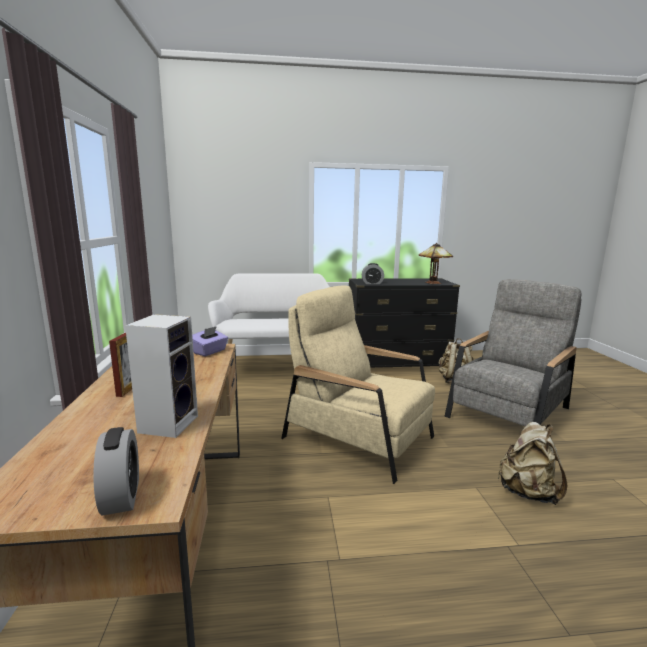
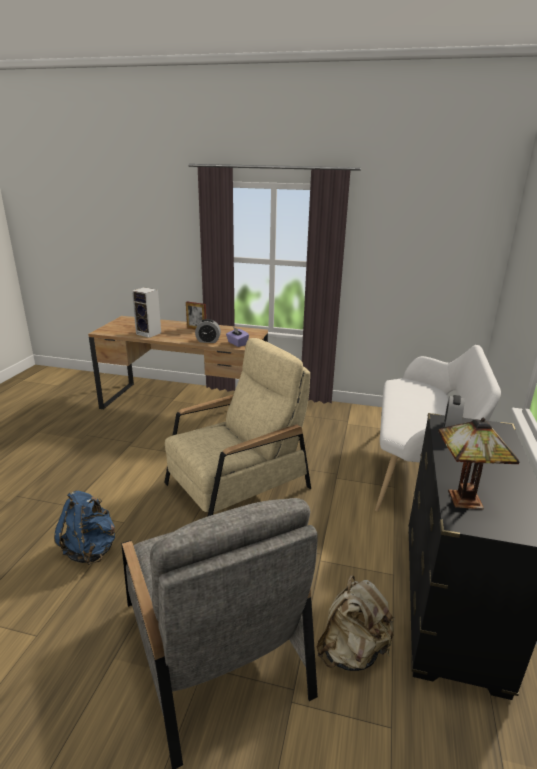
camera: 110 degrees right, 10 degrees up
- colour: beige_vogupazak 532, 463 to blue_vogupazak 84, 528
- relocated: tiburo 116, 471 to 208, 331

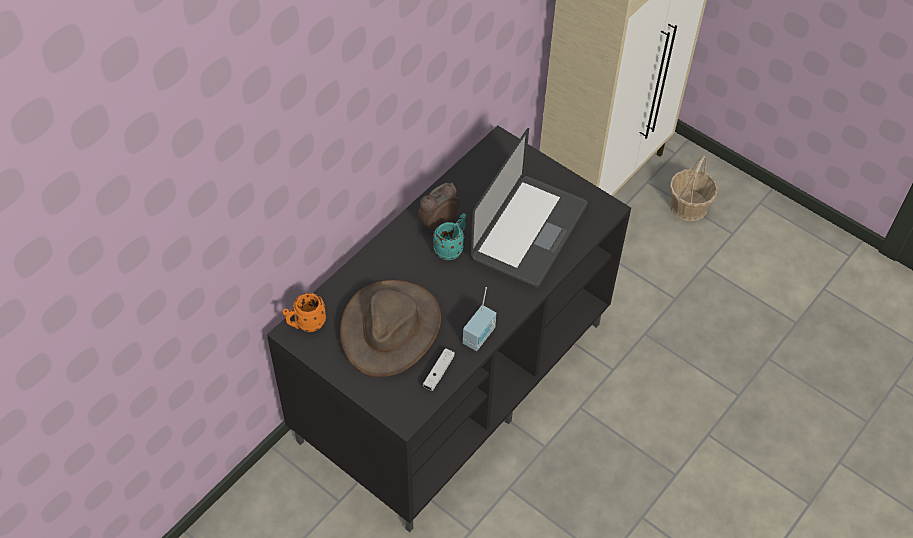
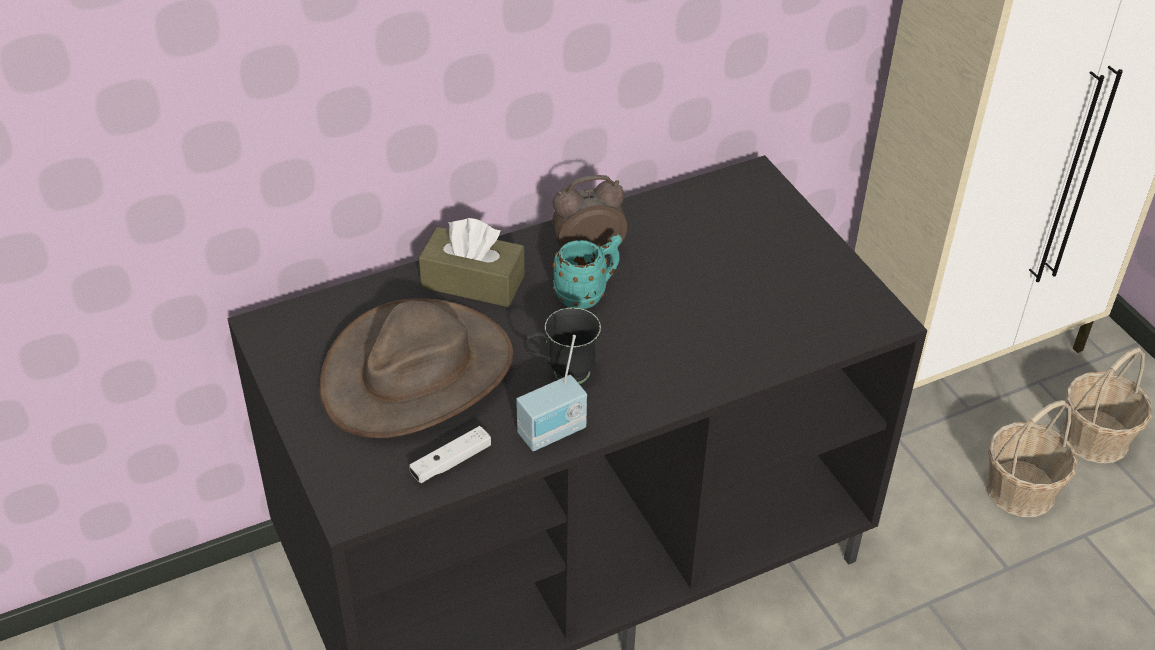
camera: 25 degrees right, 10 degrees down
- missing: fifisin 529, 208
- missing: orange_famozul 304, 312
- appeared: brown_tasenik 472, 262
- appeared: black_famozul 562, 345
- appeared: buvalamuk 1031, 458

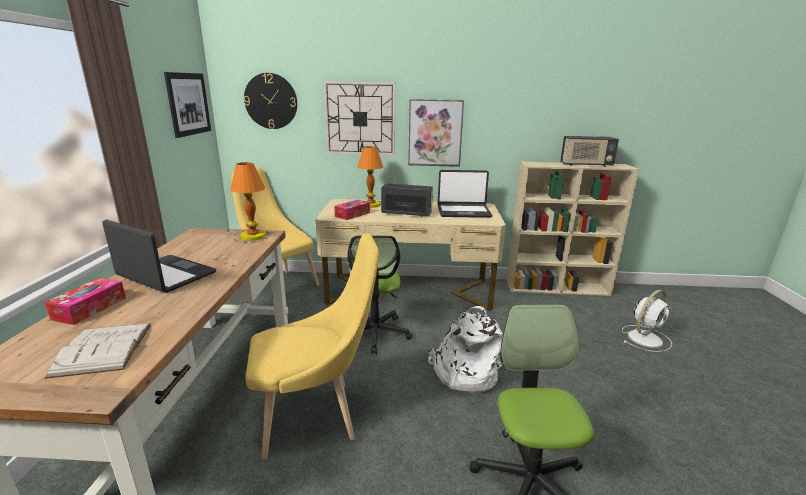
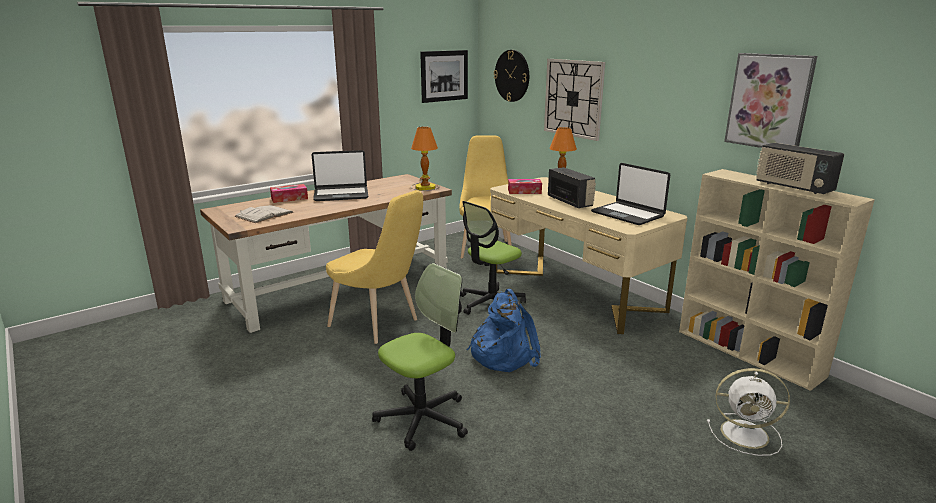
camera: 50 degrees right, 0 degrees up
- relocated: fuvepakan 436, 133 to 770, 100
- spun: fifisin 159, 256 = 340, 175 90 degrees clockwise
- colour: white_vogupazak 465, 349 to blue_vogupazak 504, 330

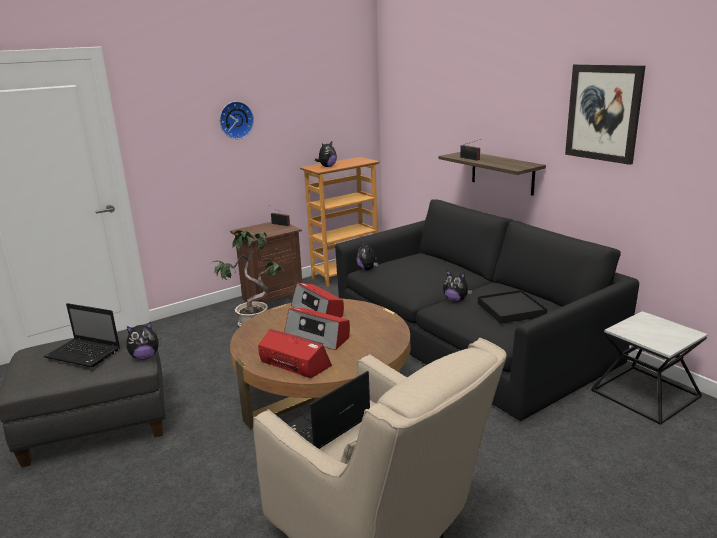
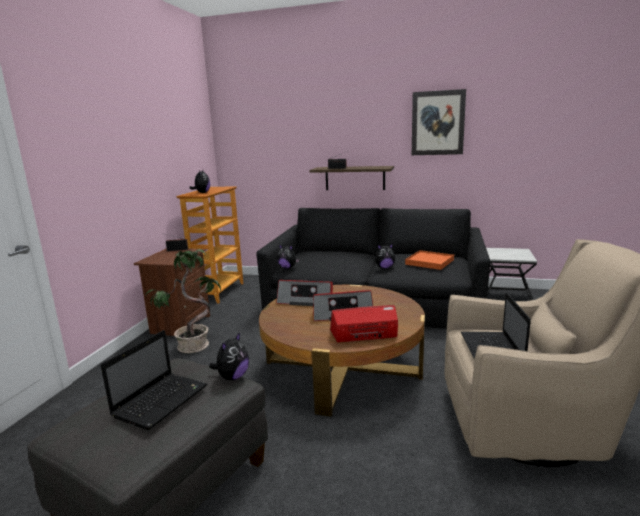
camera: 40 degrees left, 5 degrees down
- missing: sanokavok 236, 120
- colour: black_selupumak 512, 307 to orange_selupumak 429, 260
- spun: fifisin 82, 335 = 154, 380 45 degrees counterclockwise

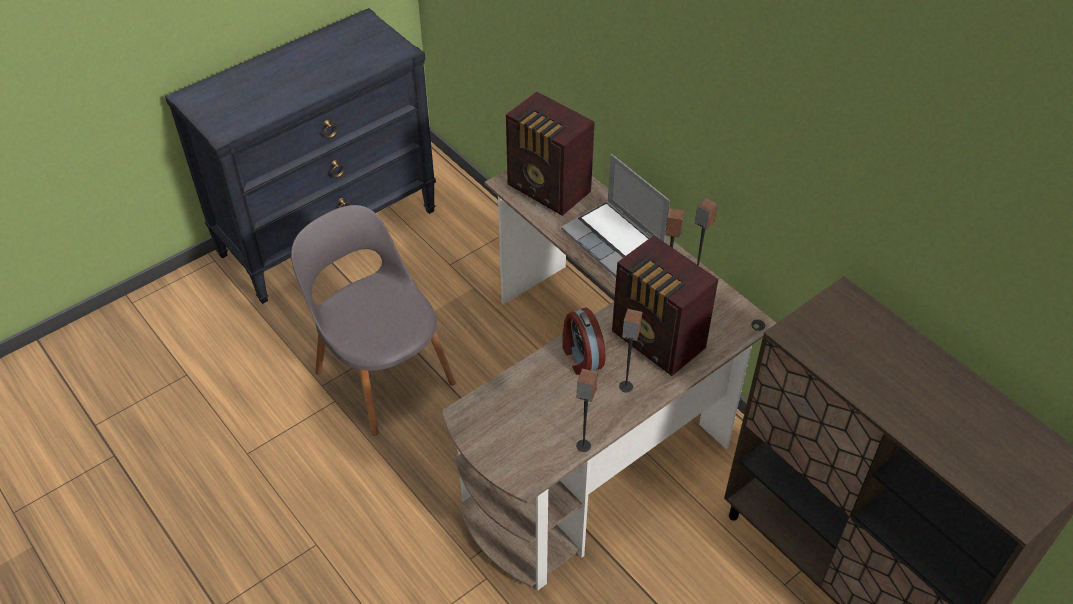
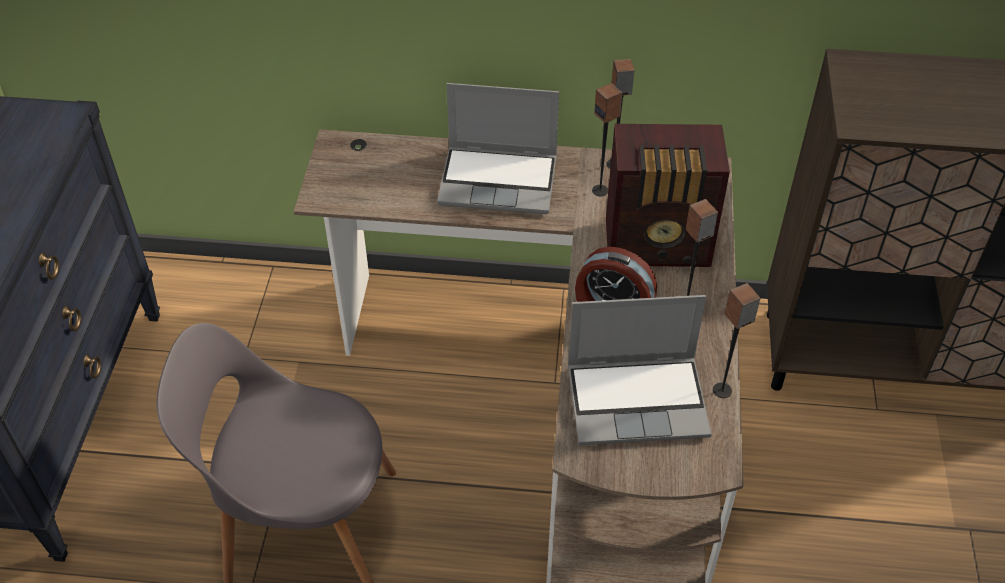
camera: 45 degrees left, 0 degrees up
- missing: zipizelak 550, 153
- appeared: fifisin 640, 370

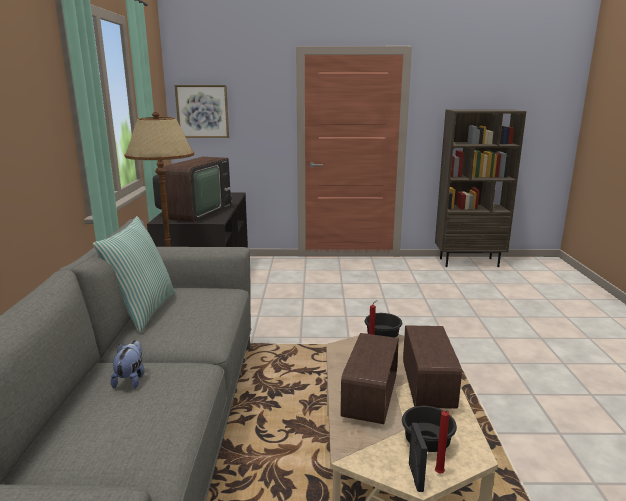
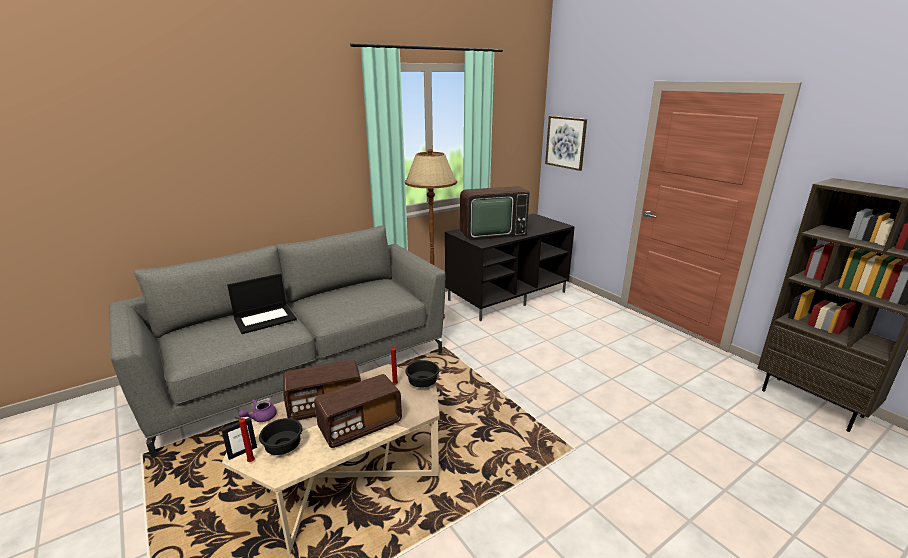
camera: 55 degrees right, 5 degrees up
- missing: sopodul 134, 274
- exchanged: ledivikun 128, 364 to fifisin 262, 303
- appeared: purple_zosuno 257, 410

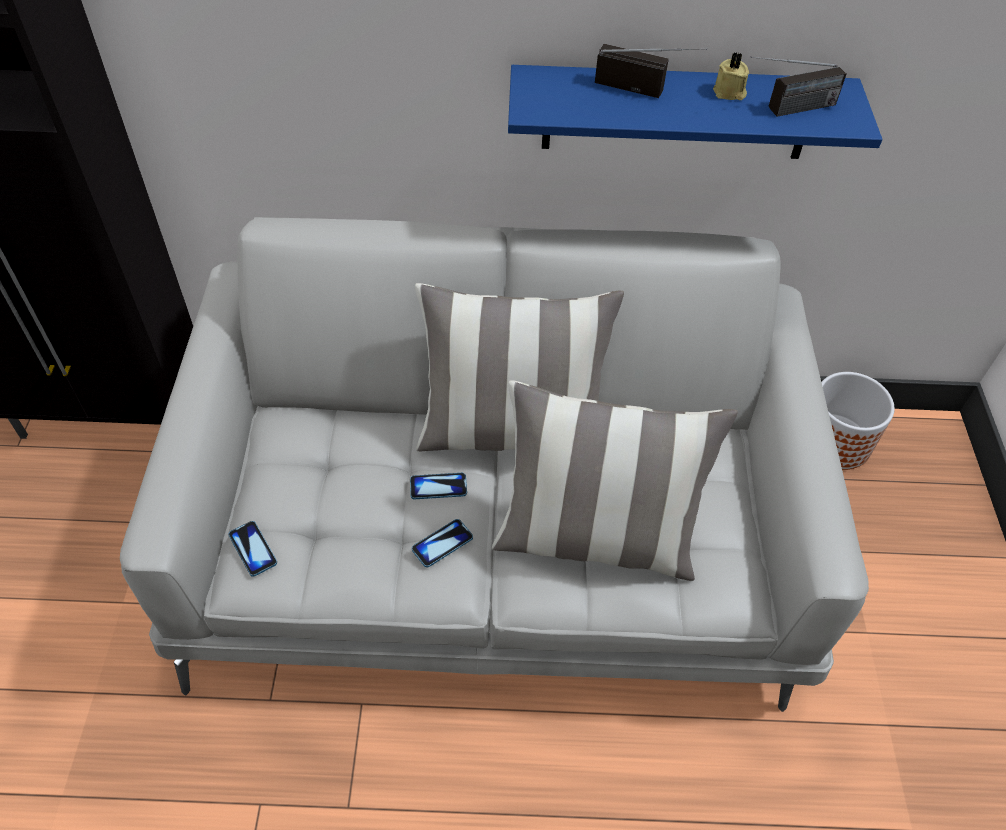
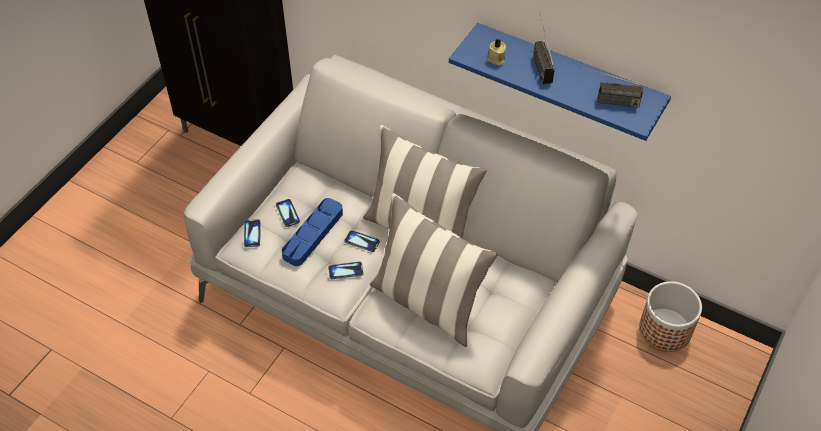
camera: 30 degrees right, 0 degrees up
- spun: zipizelak 651, 71 = 544, 49 150 degrees counterclockwise
- relocated: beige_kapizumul 731, 76 to 496, 52
- appeared: blue_selupumak 312, 232
- appeared: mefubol 288, 213

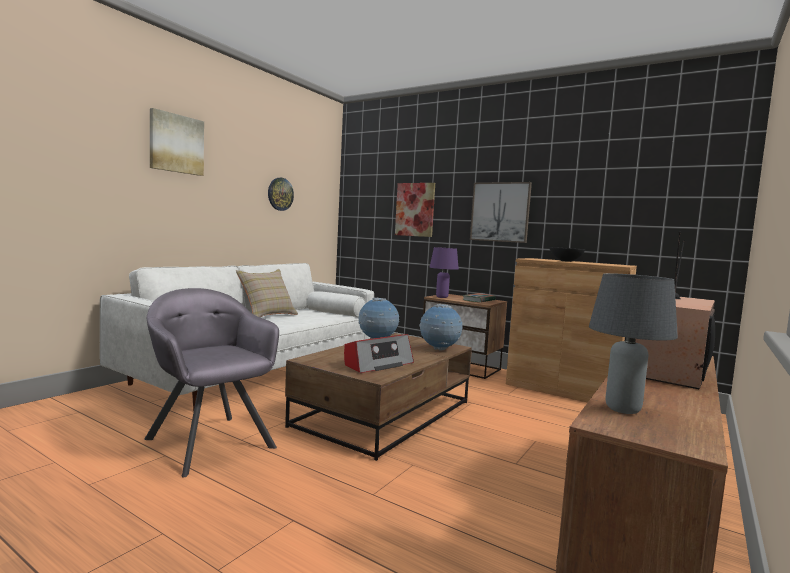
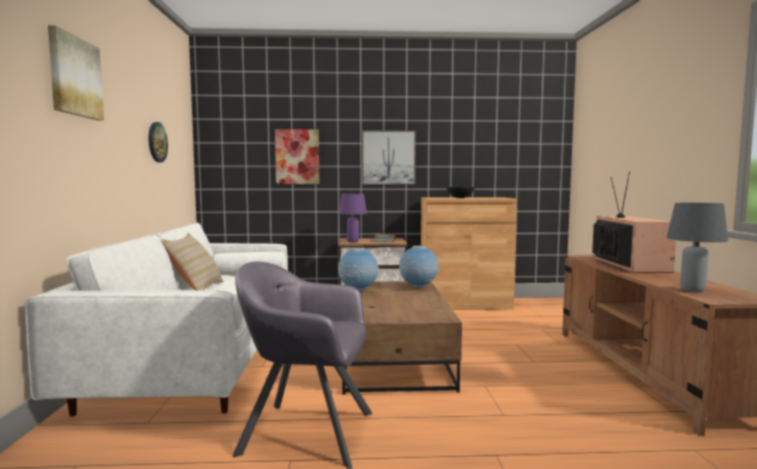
camera: 35 degrees left, 0 degrees up
- missing: zipizelak 379, 353

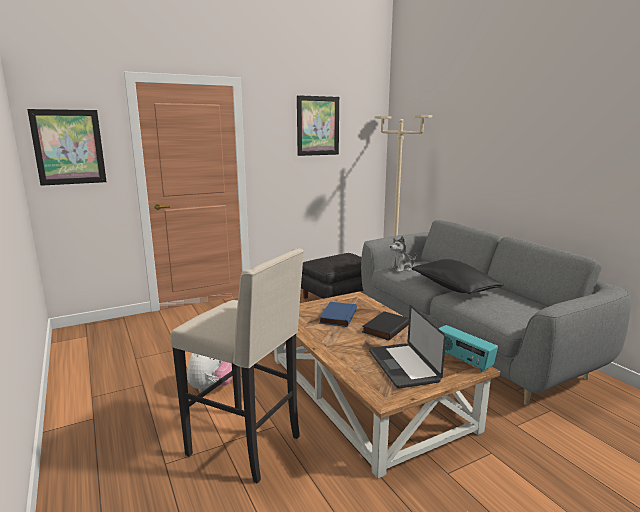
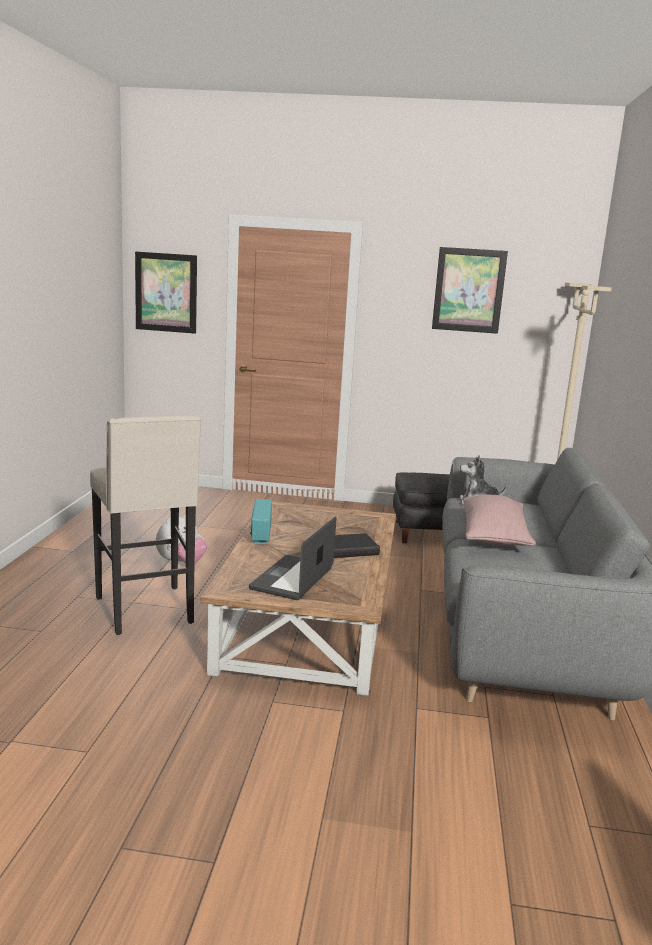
camera: 35 degrees right, 0 degrees up
- colour: black_sopodul 458, 276 to pink_sopodul 499, 520
- missing: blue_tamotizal 338, 314
- relocated: zipizelak 468, 348 to 261, 521

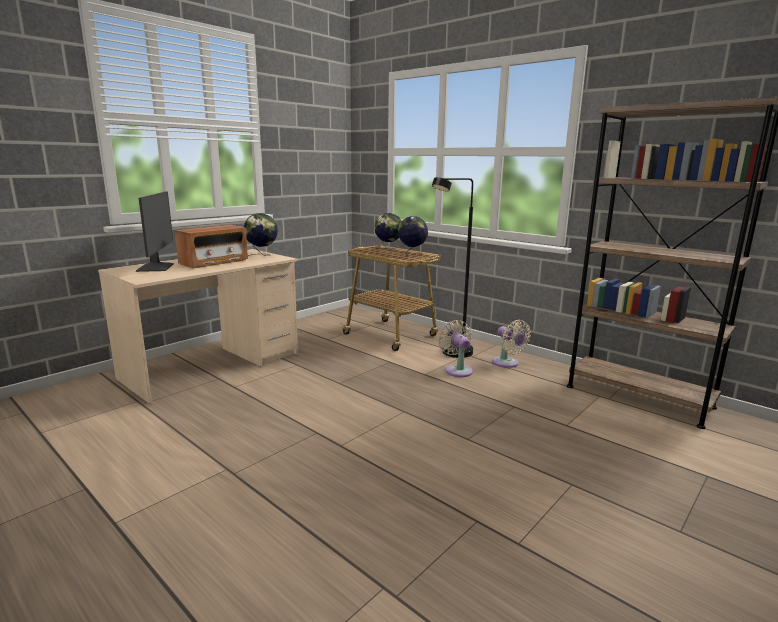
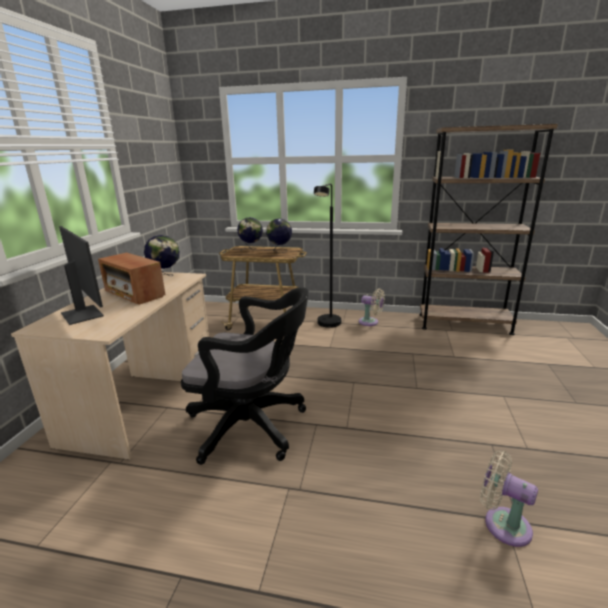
camera: 30 degrees left, 5 degrees up
- spun: zipizelak 211, 247 = 132, 279 120 degrees clockwise
- relocated: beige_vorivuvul 455, 348 to 509, 498
- appeared: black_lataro 245, 376

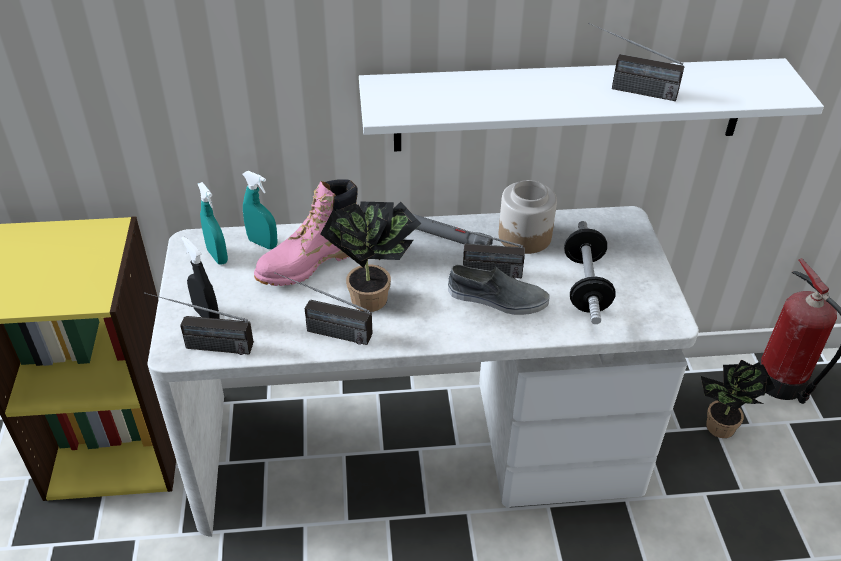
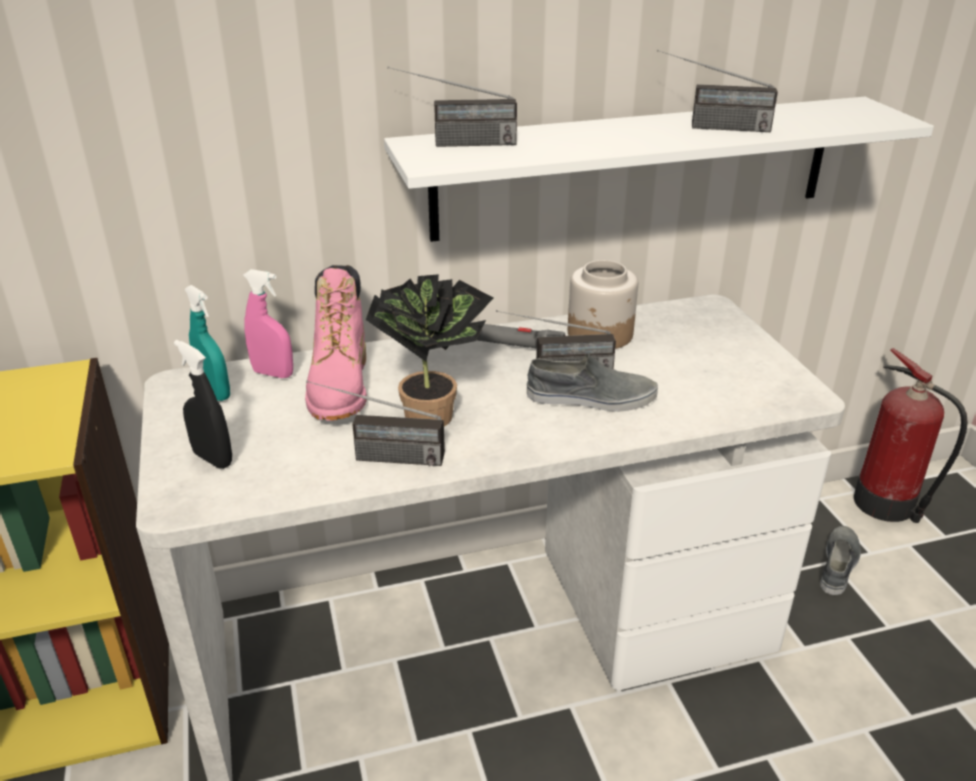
camera: 10 degrees left, 10 degrees down
- colour: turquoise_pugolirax 260, 210 to pink_pugolirax 268, 323
- spun: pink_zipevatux 305, 232 = 336, 343 45 degrees counterclockwise
- missing: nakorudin 589, 272
- relocated: zipizelak 199, 324 to 452, 107
- exchanged: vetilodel 738, 399 to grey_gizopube 840, 560

